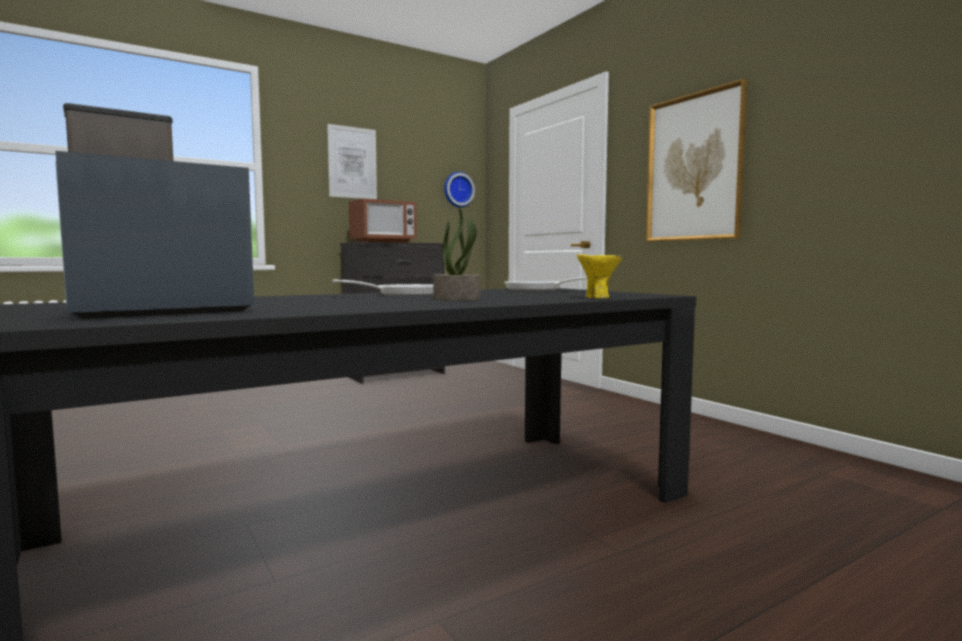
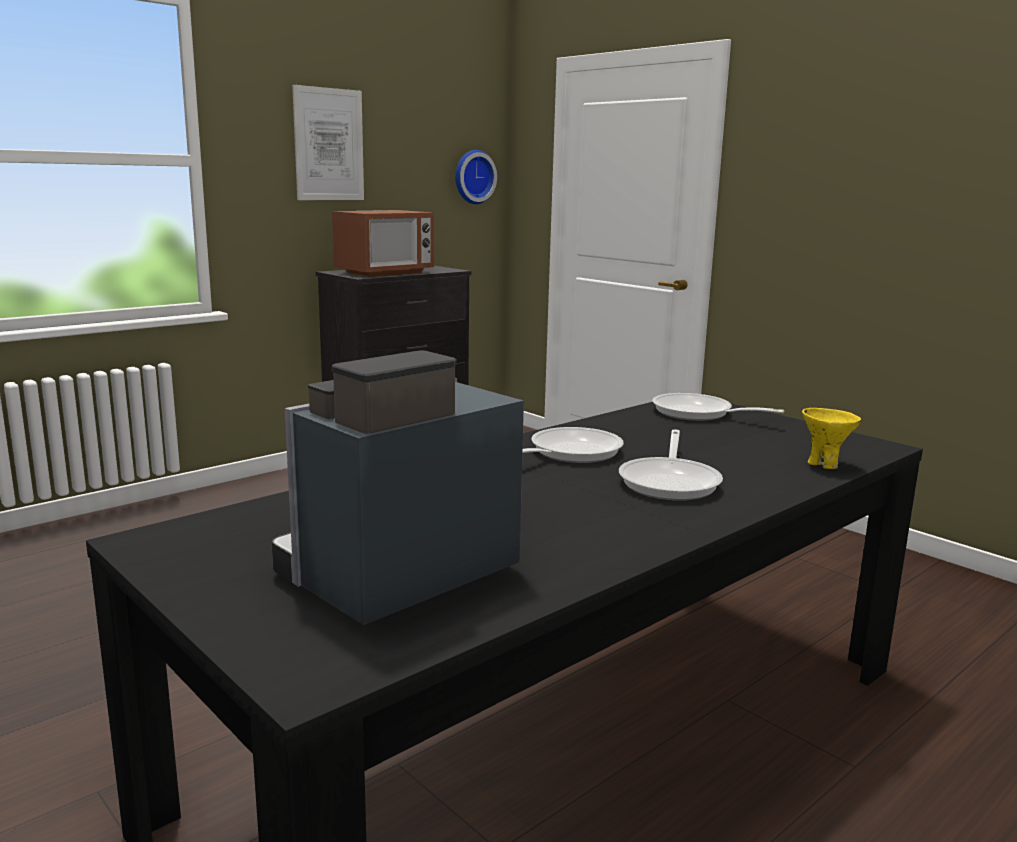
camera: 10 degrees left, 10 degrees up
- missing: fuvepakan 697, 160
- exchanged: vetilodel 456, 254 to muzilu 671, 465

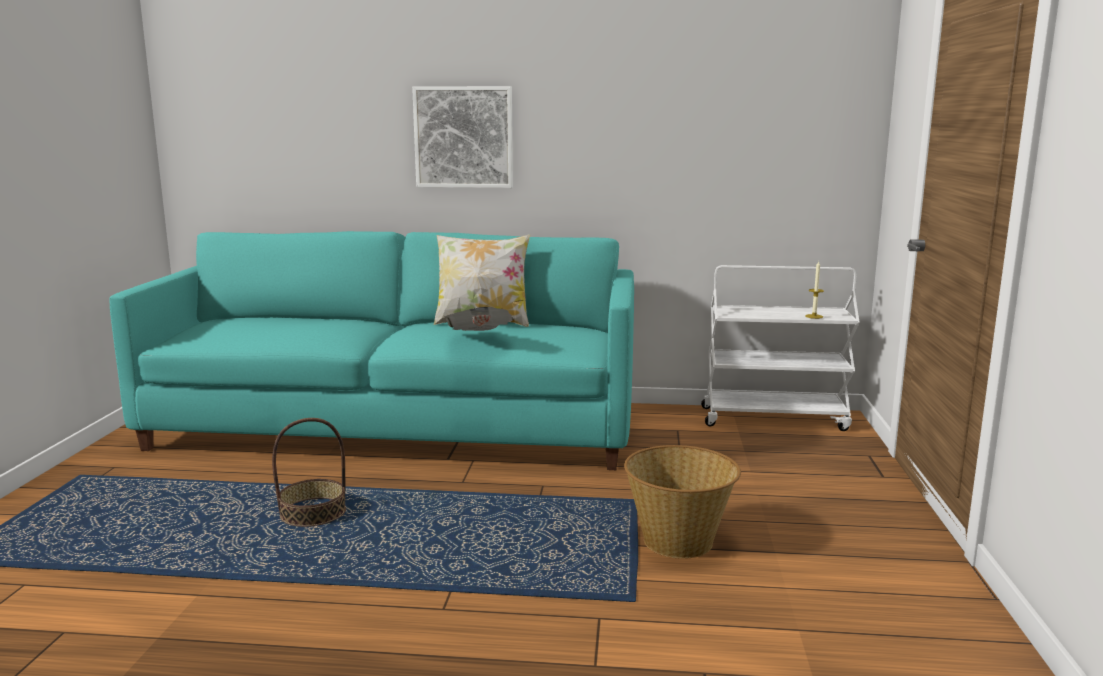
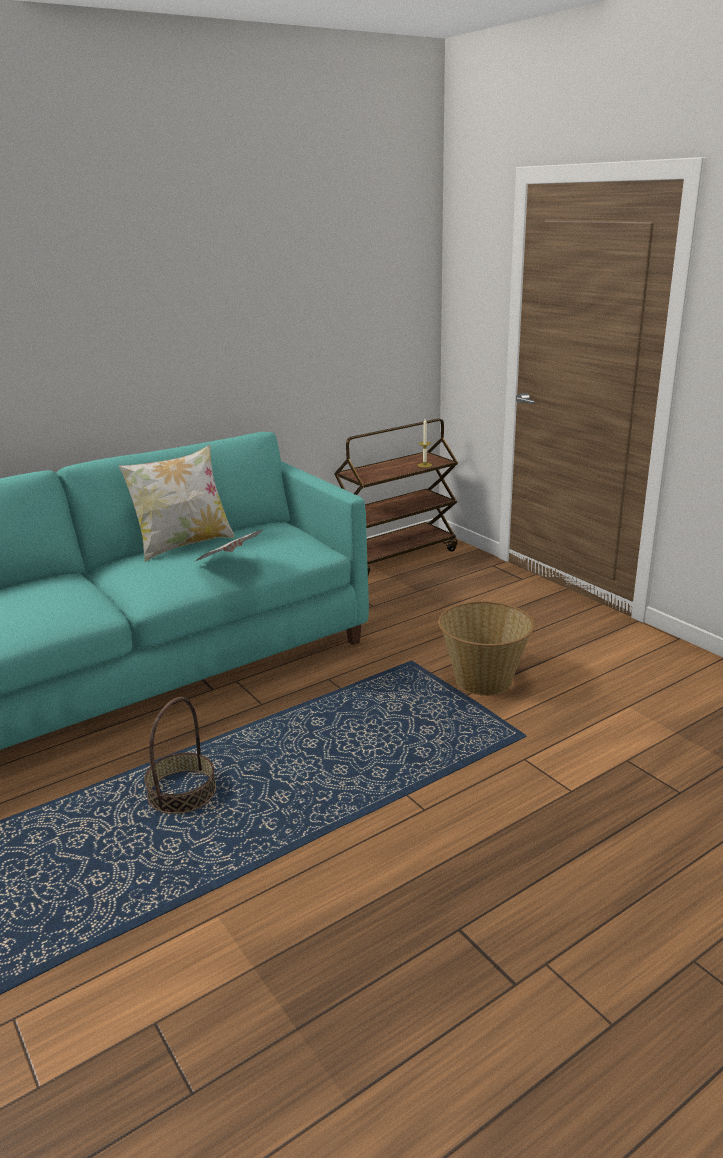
camera: 40 degrees left, 10 degrees up
- missing: fuvepakan 462, 137
- colour: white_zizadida 780, 348 to brown_zizadida 396, 497

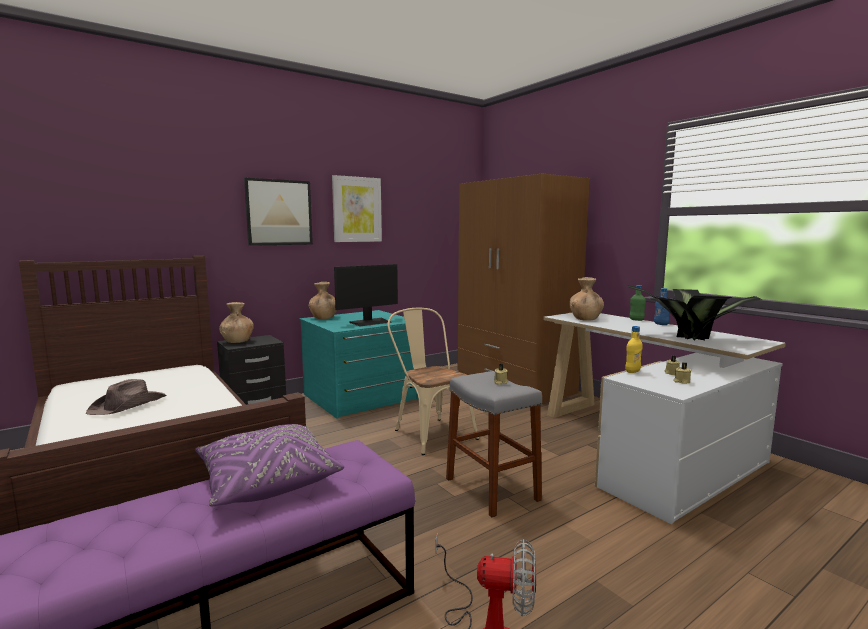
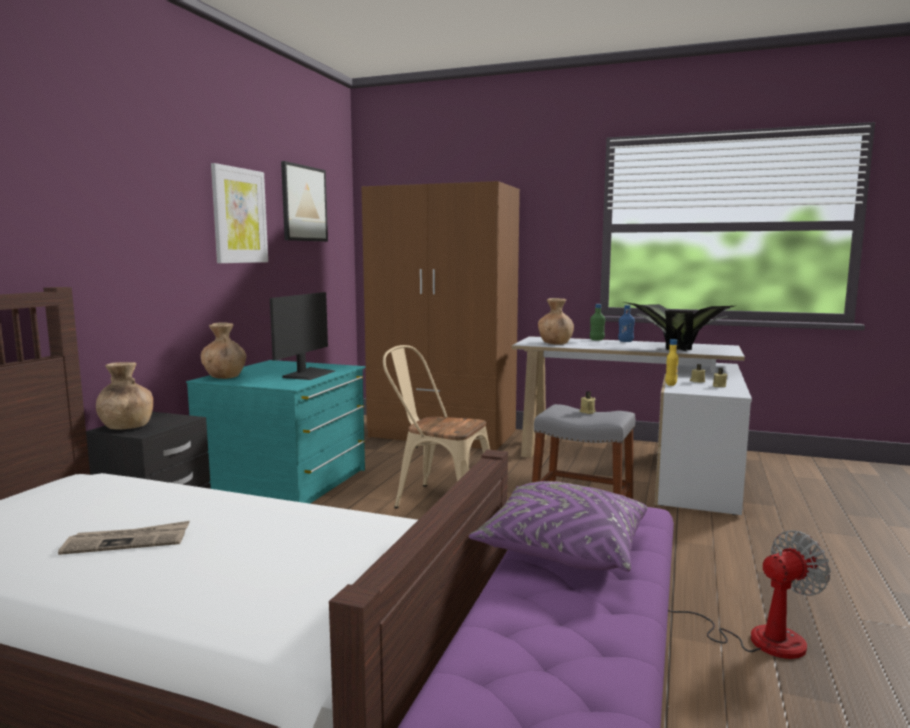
camera: 35 degrees left, 0 degrees up
- relocated: fuvepakan 278, 212 to 304, 201
- exchanged: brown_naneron 126, 397 to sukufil 124, 538

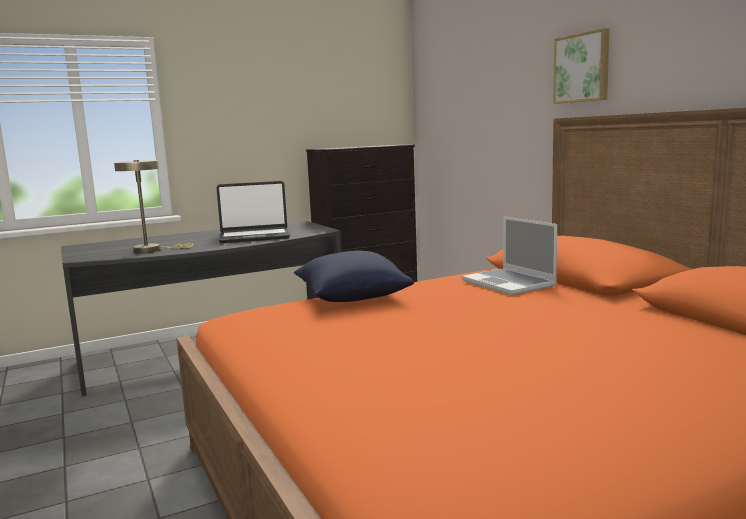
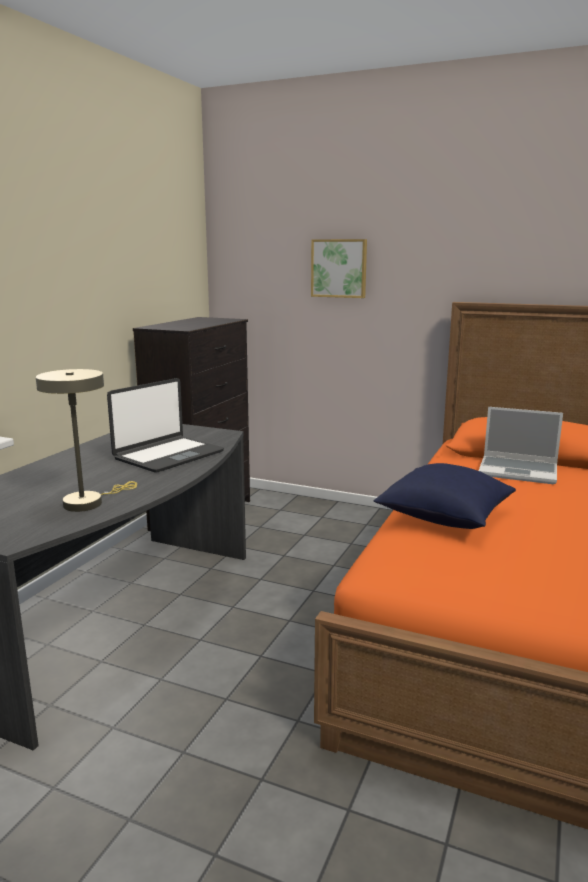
camera: 40 degrees left, 5 degrees up
- relocated: fuvepakan 581, 66 to 339, 268

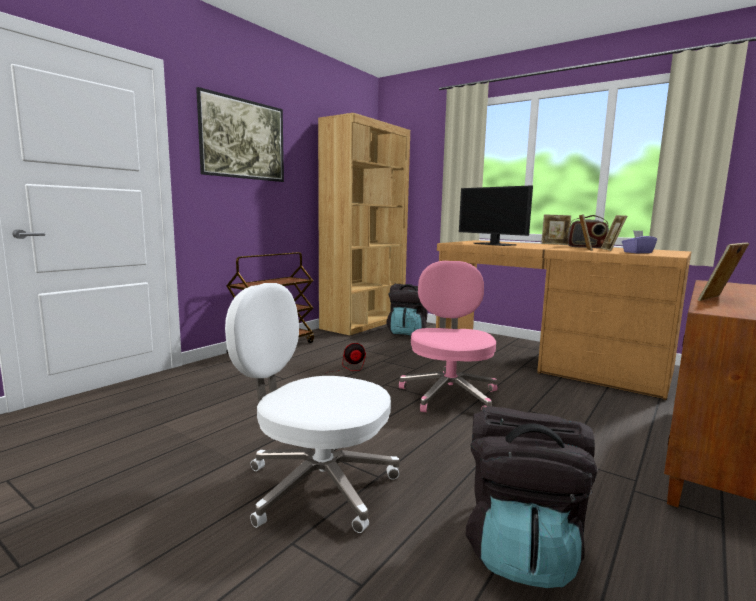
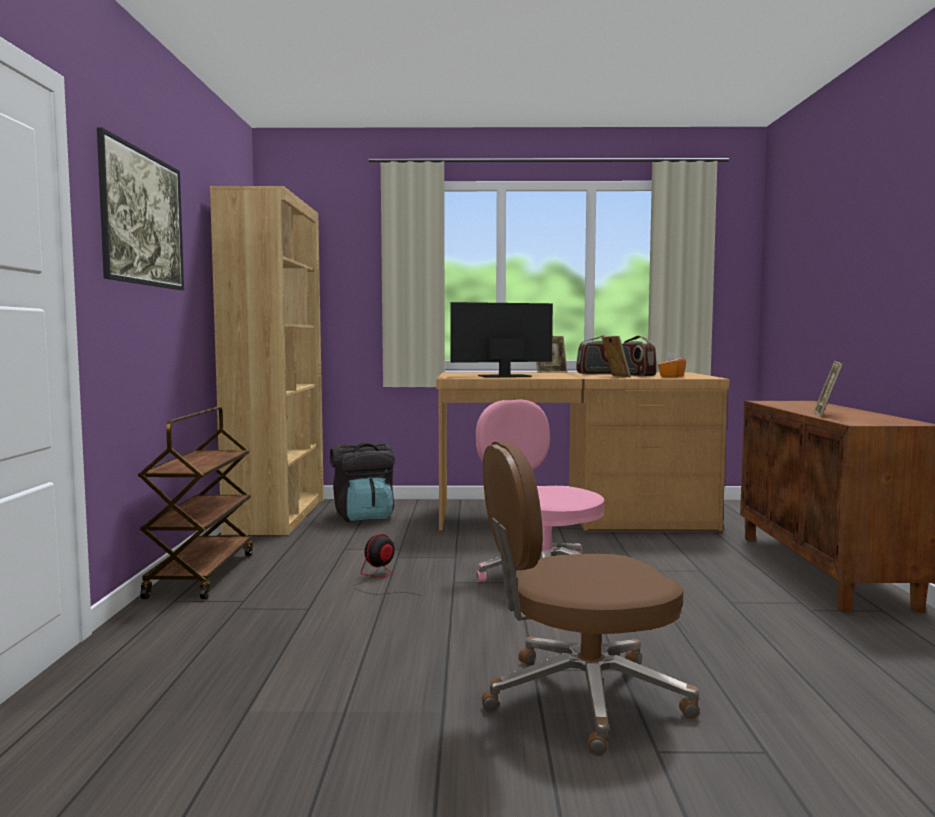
camera: 35 degrees left, 5 degrees down
- spun: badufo 496, 216 = 501, 340 150 degrees clockwise
- exchanged: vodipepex 614, 233 to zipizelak 639, 356
- colour: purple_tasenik 639, 241 to orange_tasenik 672, 364
- colour: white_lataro 312, 408 to brown_lataro 591, 598
- missing: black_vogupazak 531, 497

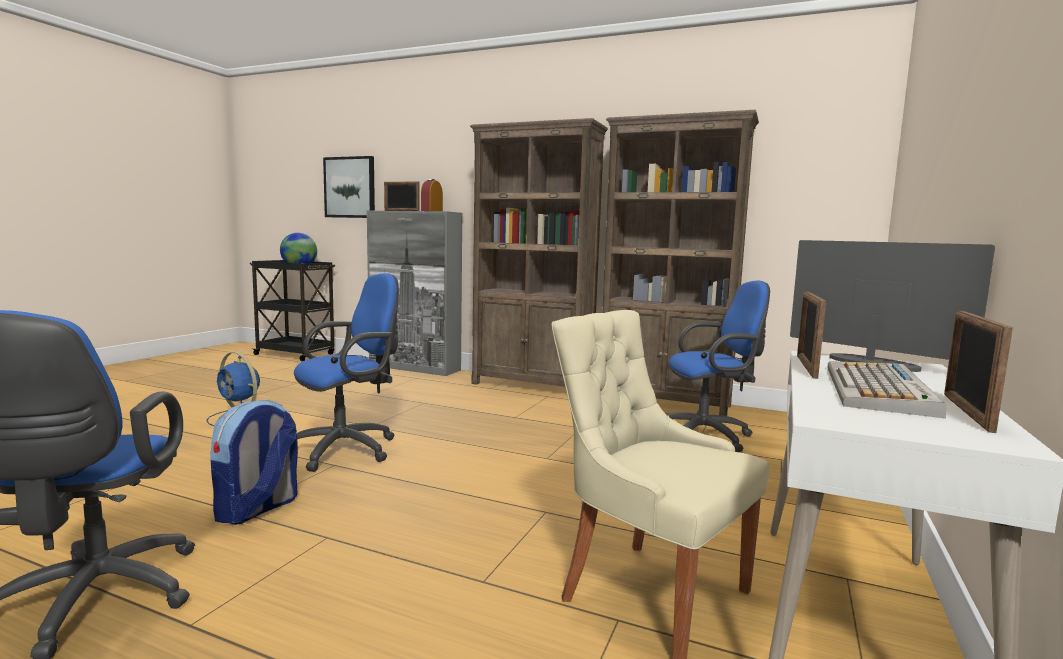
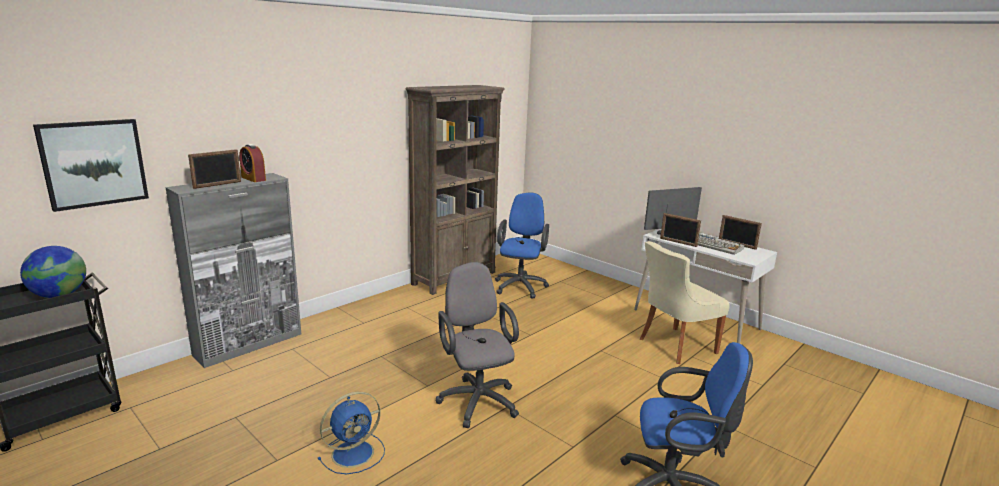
camera: 70 degrees left, 10 degrees up
- missing: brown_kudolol 539, 252
- colour: blue_lataro 346, 372 to grey_lataro 477, 345
- missing: vogupazak 254, 462

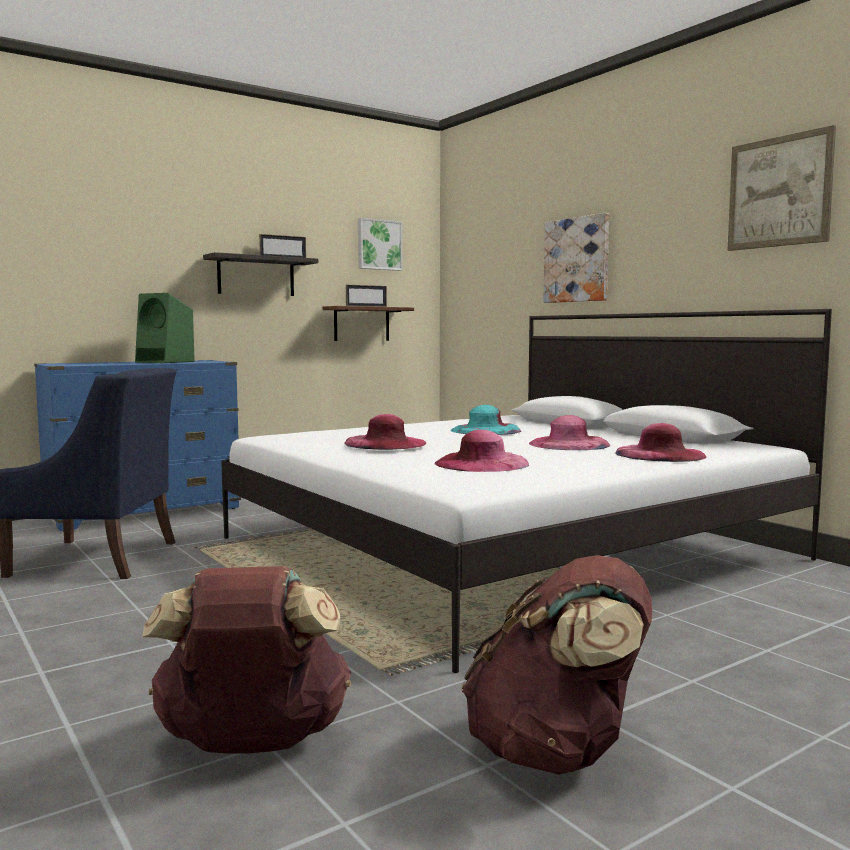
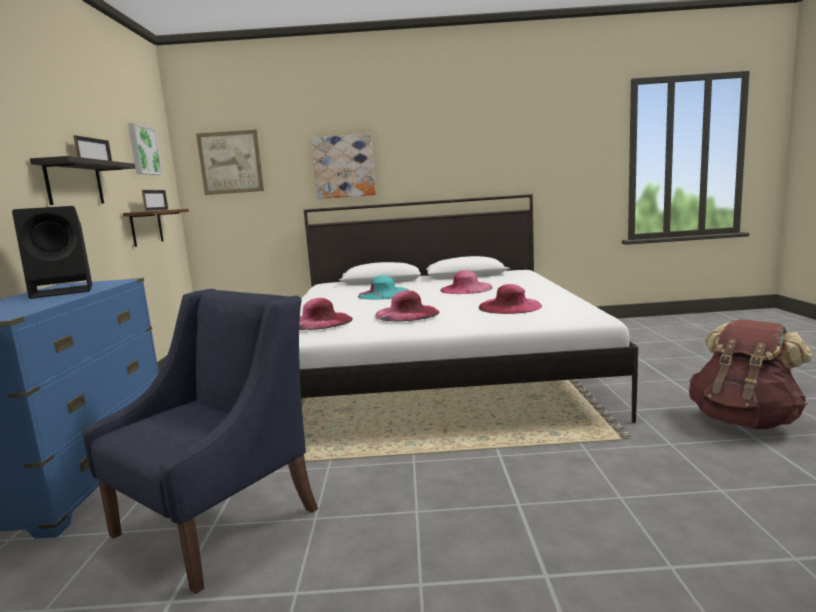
camera: 55 degrees left, 5 degrees up
- relocated: fuvepakan 781, 188 to 230, 162
- colour: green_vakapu 165, 328 to black_vakapu 52, 252
- relocated: pink_naneron 661, 442 to 326, 314
- missing: brown_vogupazak 247, 659

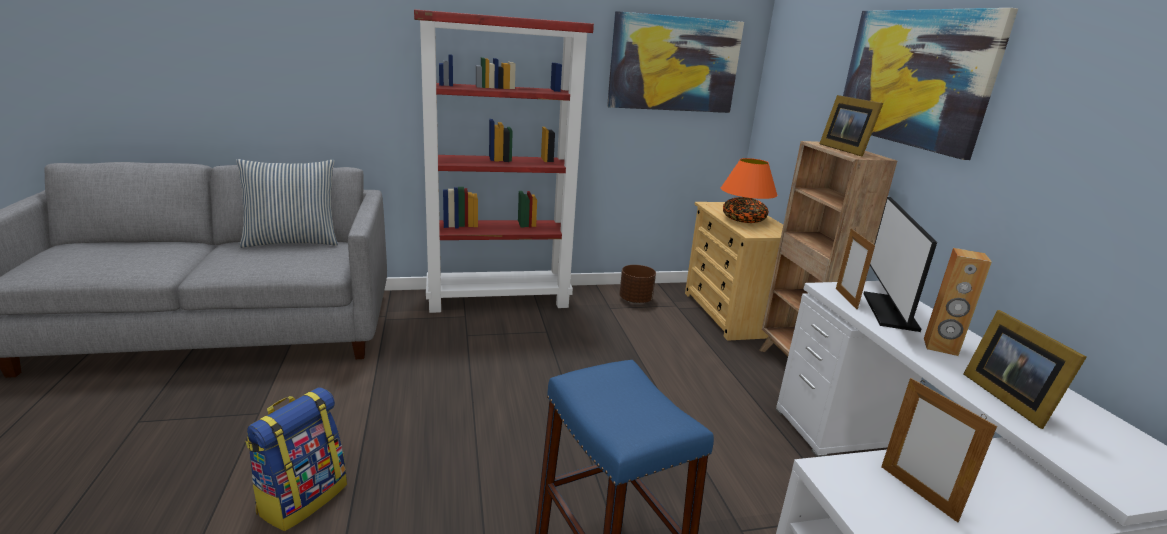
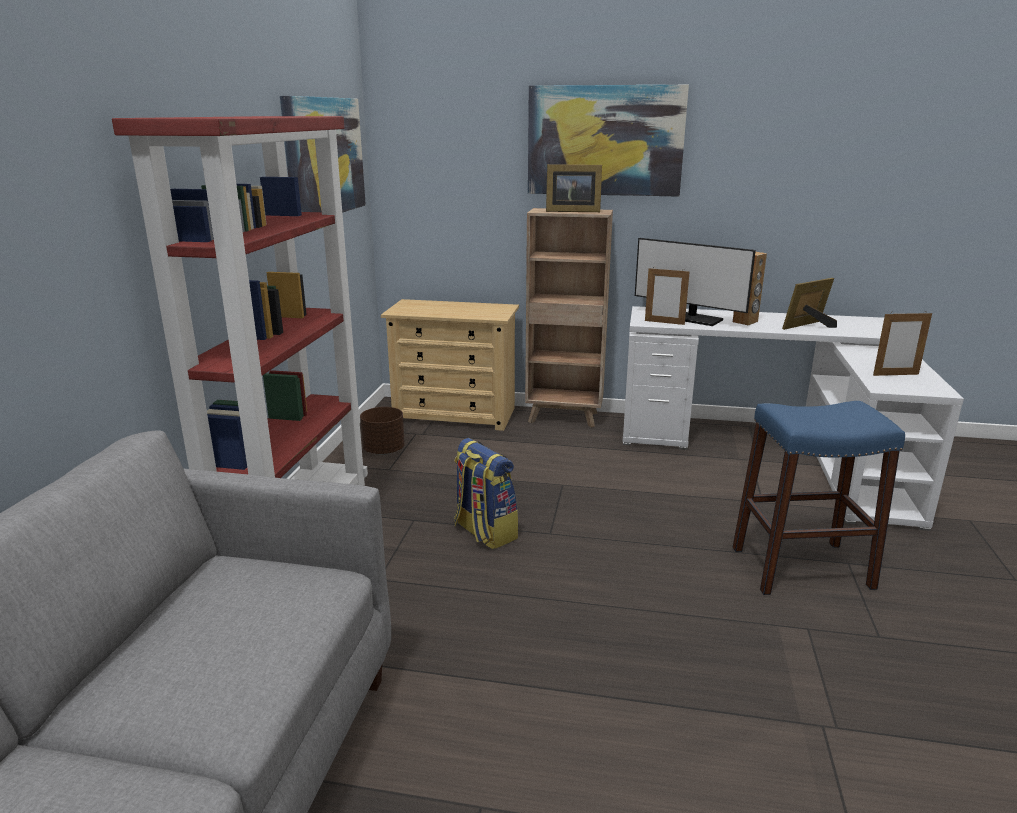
camera: 65 degrees left, 0 degrees up
- missing: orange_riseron 749, 190
- missing: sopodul 287, 203
- spun: vodipepex 1025, 369 = 809, 304 135 degrees clockwise
- relocated: vogupazak 296, 459 to 486, 493

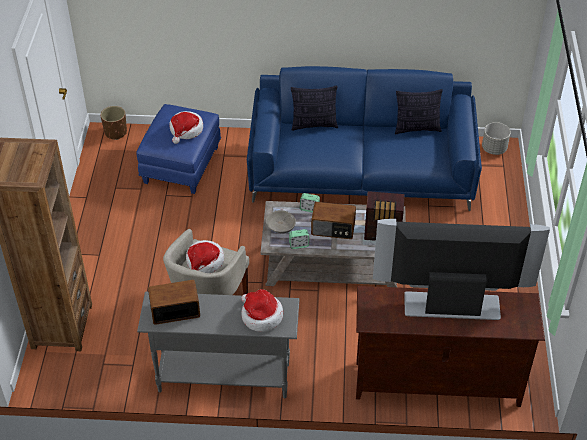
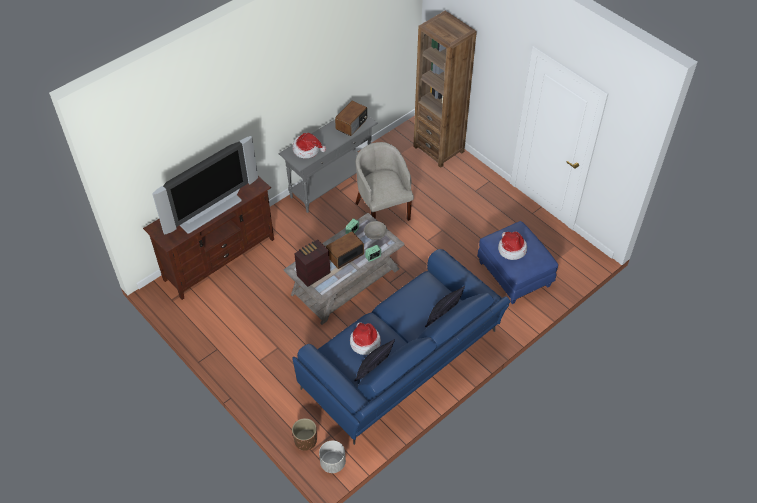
camera: 135 degrees right, 5 degrees up
- relocated: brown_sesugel 114, 123 to 304, 434
- relocated: naneron 205, 256 to 365, 338

